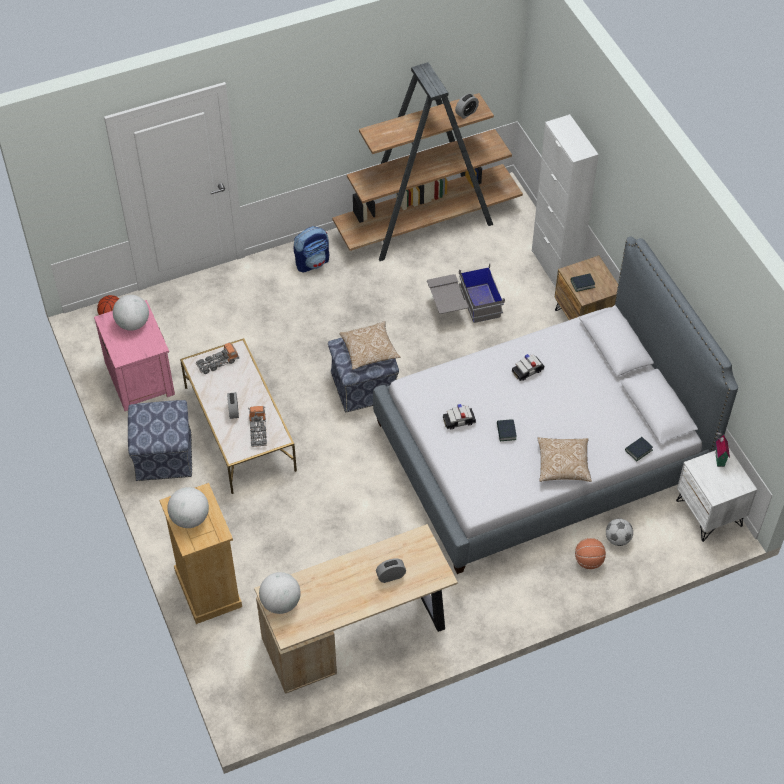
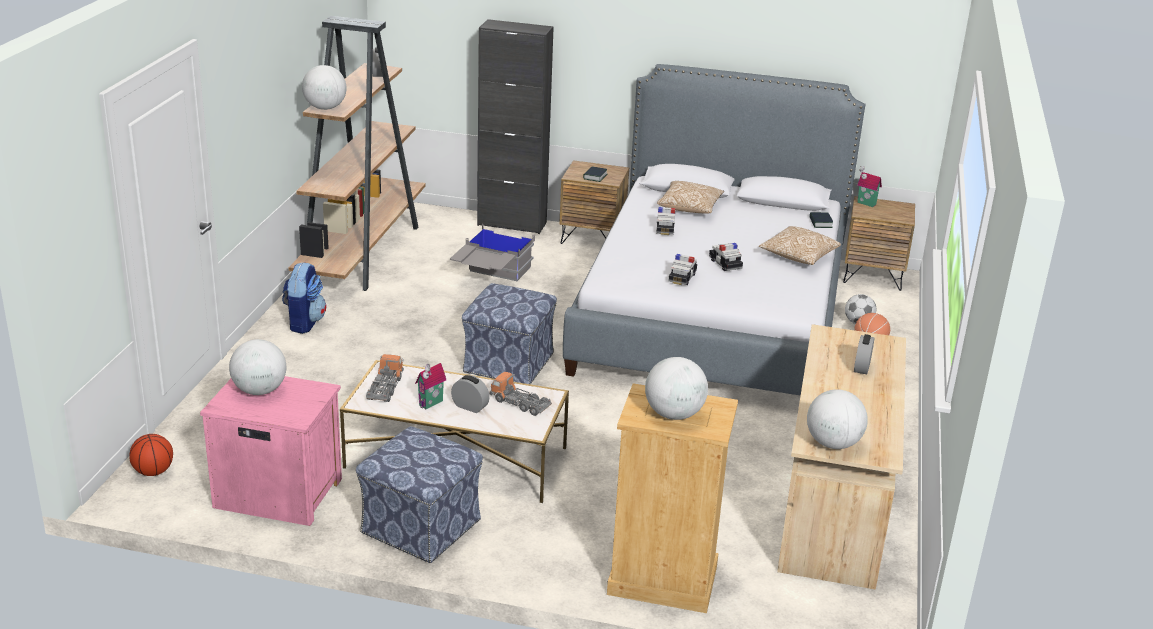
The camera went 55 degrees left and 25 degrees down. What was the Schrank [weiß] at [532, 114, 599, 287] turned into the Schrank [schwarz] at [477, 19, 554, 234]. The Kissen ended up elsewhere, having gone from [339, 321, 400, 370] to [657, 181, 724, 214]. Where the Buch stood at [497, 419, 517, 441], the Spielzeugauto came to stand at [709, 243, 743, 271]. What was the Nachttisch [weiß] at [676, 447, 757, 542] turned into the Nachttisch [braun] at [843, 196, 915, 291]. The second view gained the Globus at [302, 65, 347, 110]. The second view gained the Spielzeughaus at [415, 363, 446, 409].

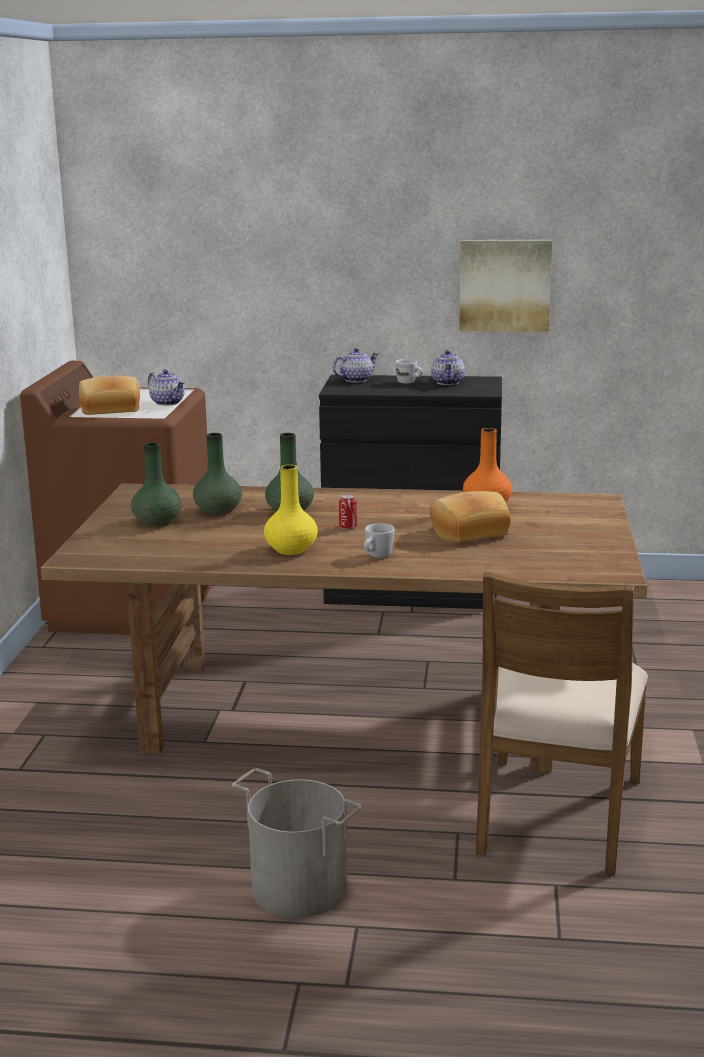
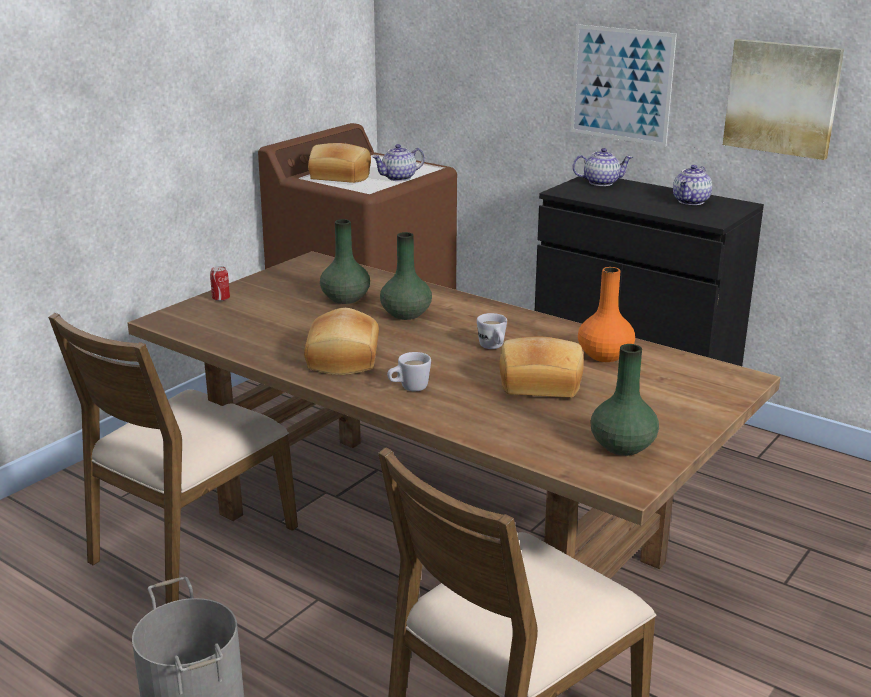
The camera went 30 degrees right and 5 degrees up. The Henkelbecher [weiß] ended up elsewhere, having gone from [395, 359, 423, 384] to [477, 313, 507, 349]. The Teekanne at [148, 369, 185, 406] ended up facing another way, 75 degrees clockwise from before. The Vase [grün] ended up elsewhere, having gone from [131, 442, 182, 527] to [590, 344, 659, 456]. Where the Vase [gelb] stood at [264, 465, 318, 555], the Brot came to stand at [304, 308, 379, 375]. The Dose ended up elsewhere, having gone from [339, 494, 357, 530] to [210, 266, 230, 301]. The second view gained the Bild at [571, 24, 677, 147]. The second view gained the Stuhl [braun] at [48, 313, 298, 604].

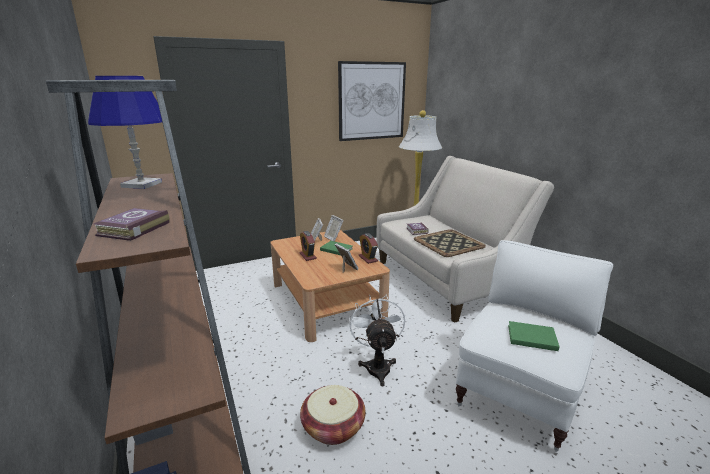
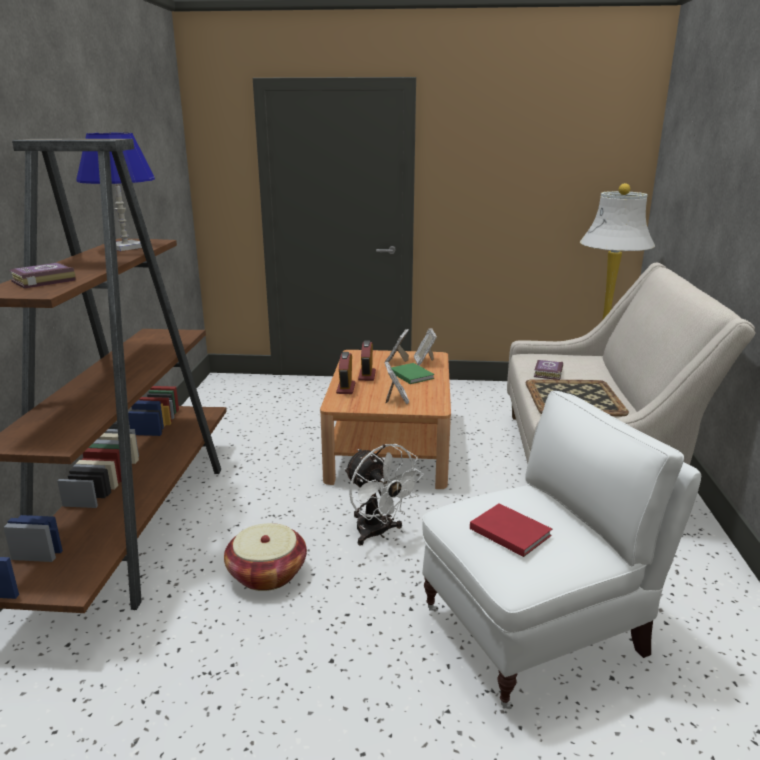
The camera went 30 degrees right and 0 degrees up. The second view lost the Bild at [338, 61, 406, 141]. The Wecker ended up elsewhere, having gone from [359, 233, 378, 264] to [336, 352, 356, 394]. The Ventilator [weiß] at [349, 294, 405, 387] ended up facing another way, 120 degrees clockwise from before. What was the Buch [grün] at [508, 321, 560, 351] turned into the Buch [rot] at [470, 503, 552, 557].

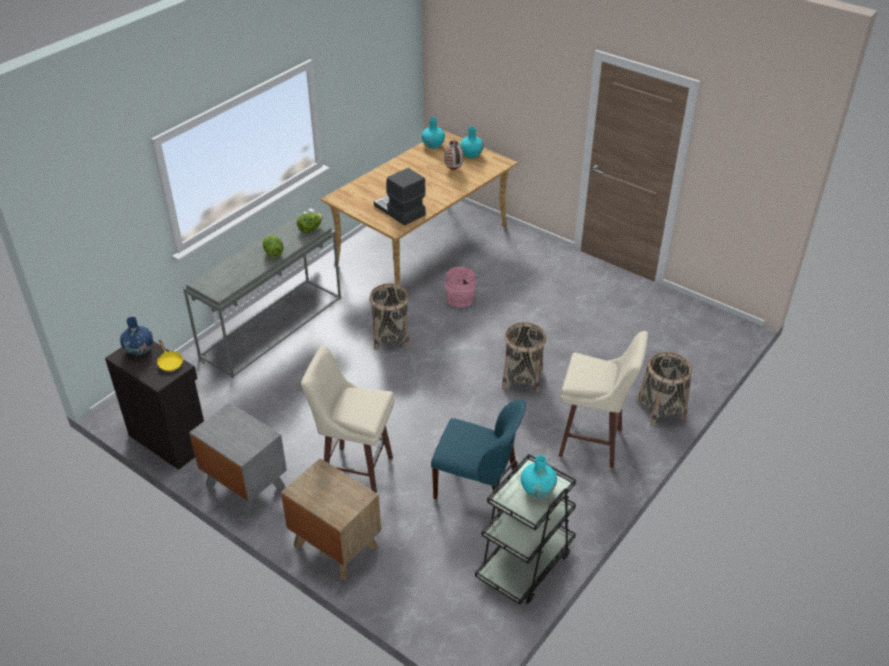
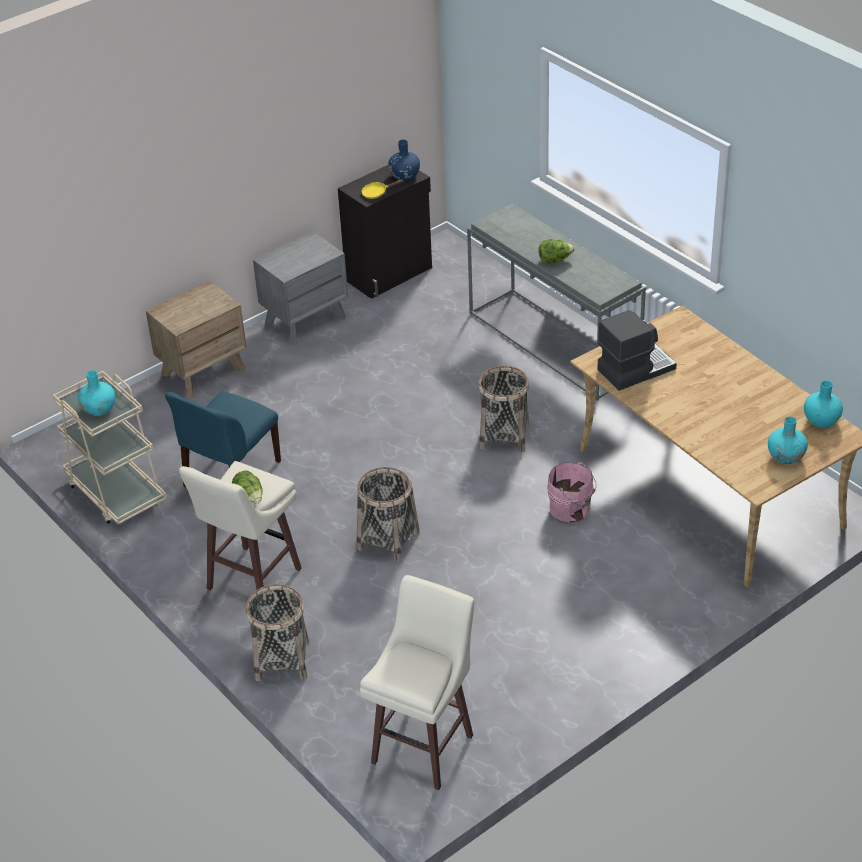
The camera went 105 degrees right and 0 degrees up. The second view lost the Vase at [444, 140, 464, 170]. The Salatkopf ended up elsewhere, having gone from [297, 213, 323, 233] to [232, 470, 263, 504]. The Hocker [beige] ended up elsewhere, having gone from [301, 345, 394, 493] to [360, 575, 474, 790]. What was the Rollwagen [schwarz] at [475, 454, 576, 605] turned into the Rollwagen [beige] at [53, 371, 167, 524].

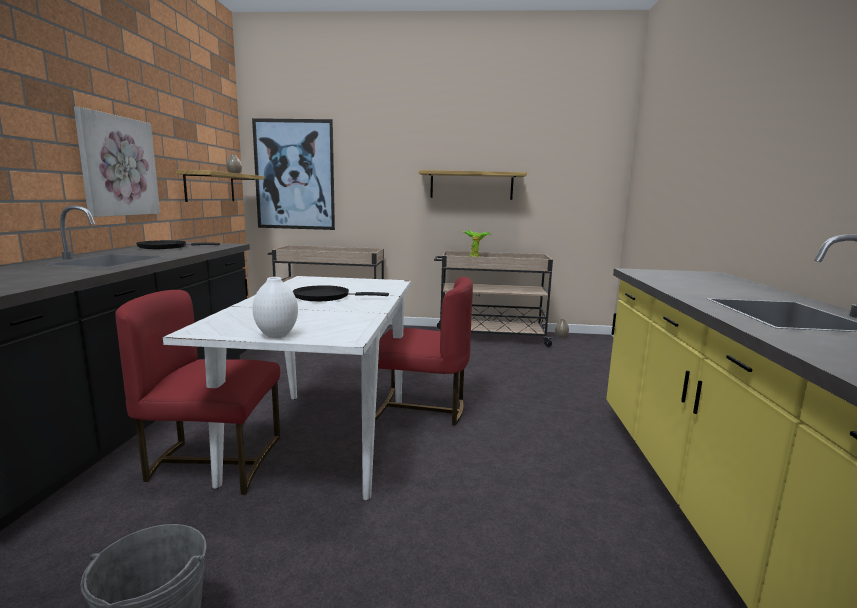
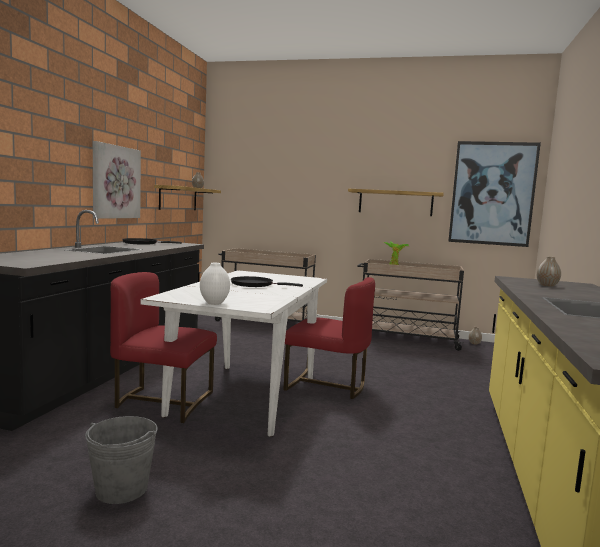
The camera went 10 degrees right and 5 degrees down. The Bild ended up elsewhere, having gone from [252, 118, 335, 230] to [448, 141, 541, 247]. The second view gained the Vase at [537, 256, 561, 287].

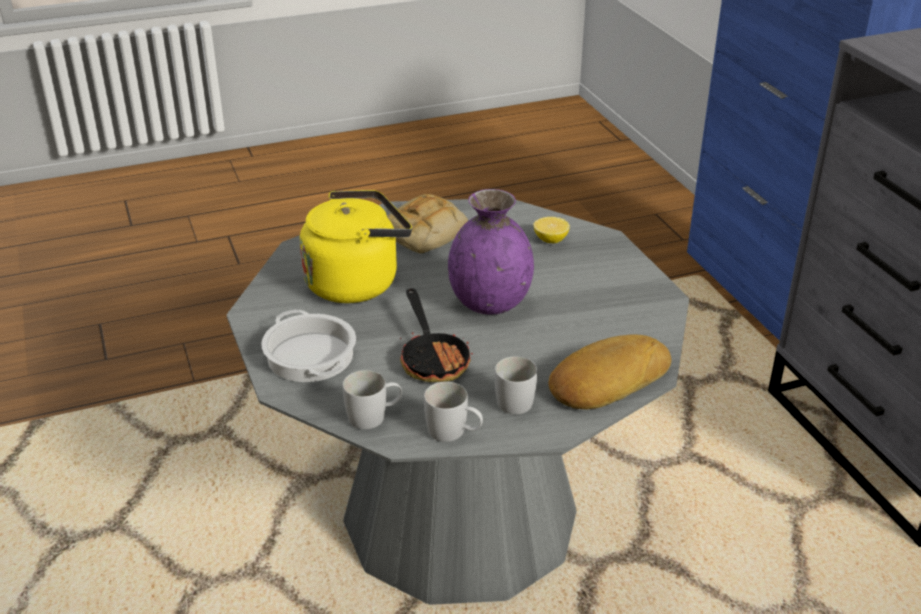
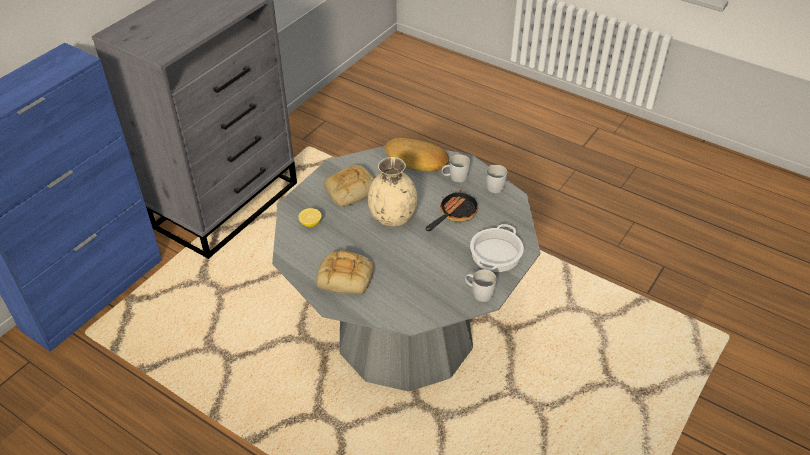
The camera went 125 degrees left and 10 degrees up. What was the Vase [lila] at [448, 189, 534, 314] turned into the Vase [beige] at [368, 157, 418, 227]. The second view lost the Wasserkessel [gelb] at [300, 190, 412, 303]. The Henkelbecher [weiß] ended up elsewhere, having gone from [343, 370, 402, 429] to [465, 270, 497, 302]. The second view gained the Brot at [324, 165, 374, 207].

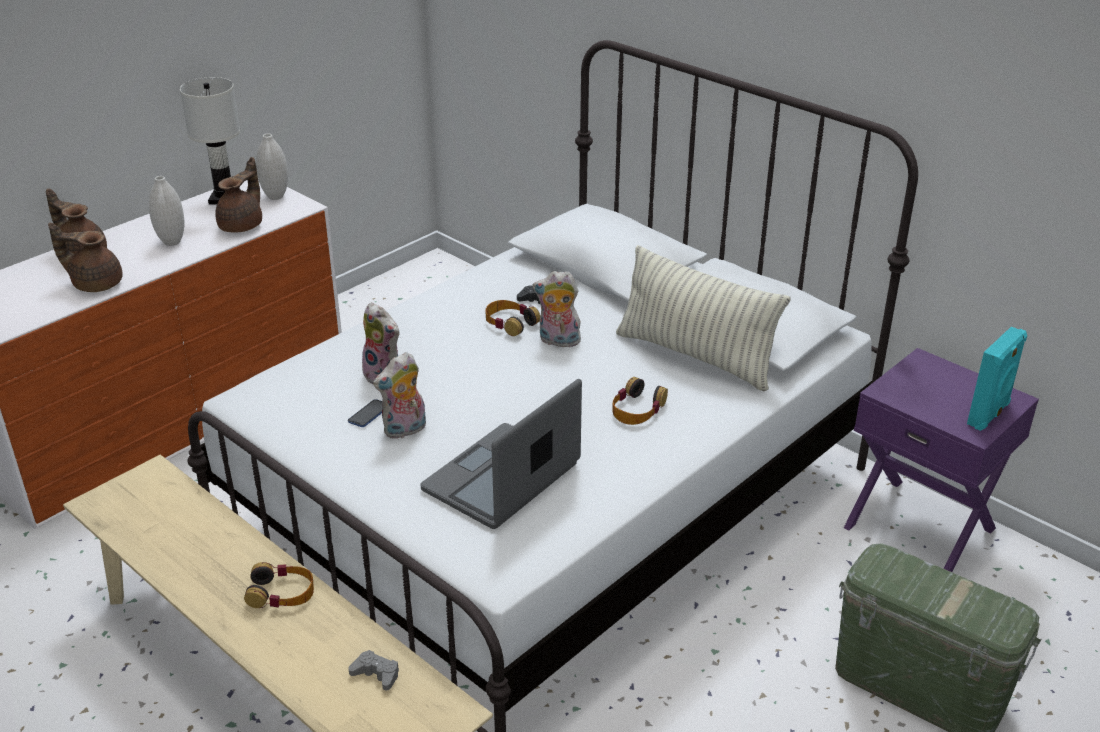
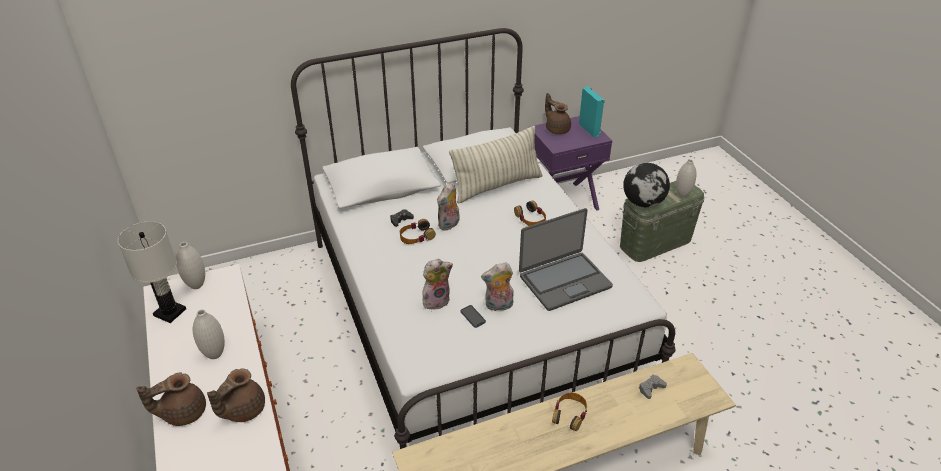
The camera went 65 degrees left and 5 degrees up. The Teekanne [braun] ended up elsewhere, having gone from [215, 157, 262, 232] to [545, 93, 571, 134]. The Plüschtier at [373, 352, 426, 439] ended up facing another way, 90 degrees clockwise from before. The Laptop at [420, 379, 582, 529] ended up facing another way, 90 degrees counterclockwise from before. The second view gained the Vase [weiß] at [676, 159, 697, 197]. The second view gained the Globus at [623, 163, 670, 207].

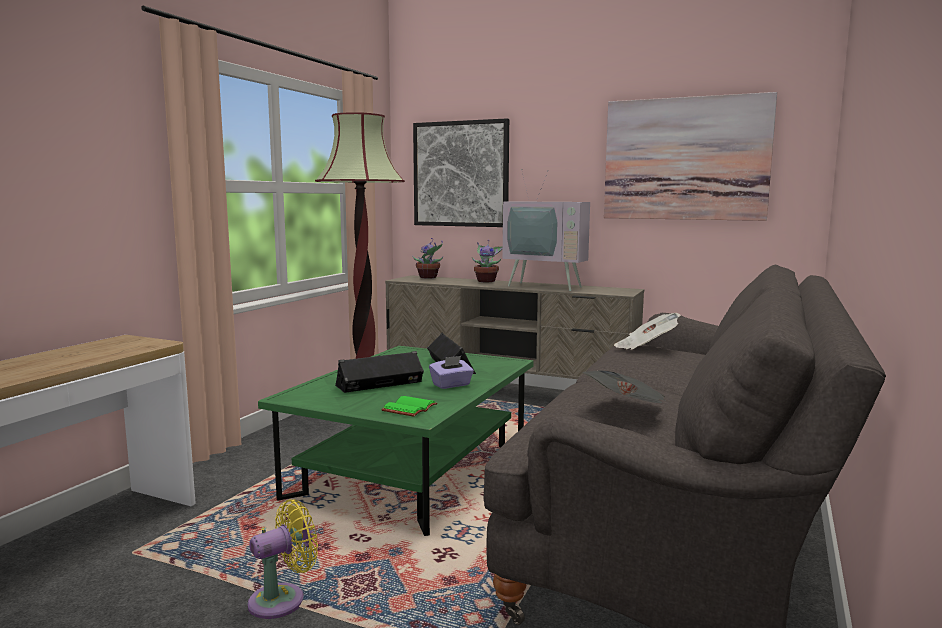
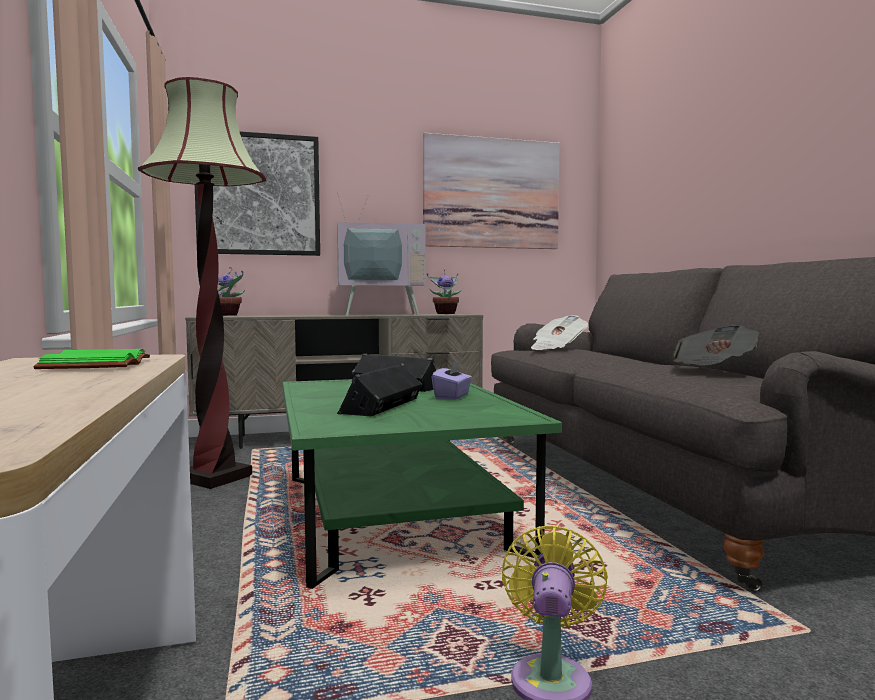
The camera went 40 degrees left and 5 degrees down. The Topfpflanze ended up elsewhere, having gone from [472, 240, 503, 282] to [427, 270, 462, 314]. The Buch [grün] ended up elsewhere, having gone from [381, 396, 438, 417] to [33, 349, 150, 369].

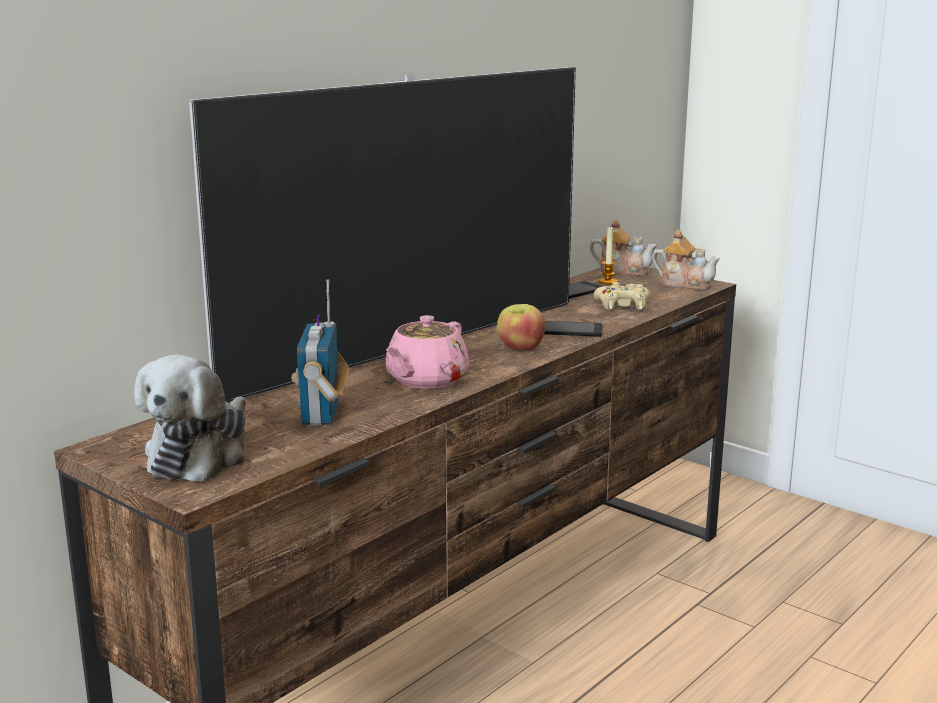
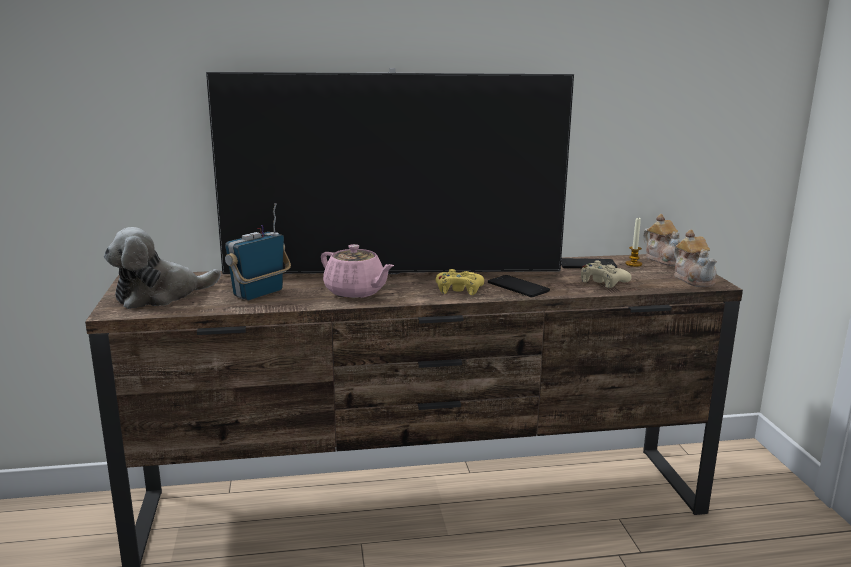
The camera went 40 degrees right and 0 degrees up. Where the Apfel stood at [497, 304, 545, 350], the Gamepad [gelb] came to stand at [436, 269, 484, 295]. The Teekanne [rosa] at [386, 315, 470, 389] ended up facing another way, 120 degrees counterclockwise from before.

